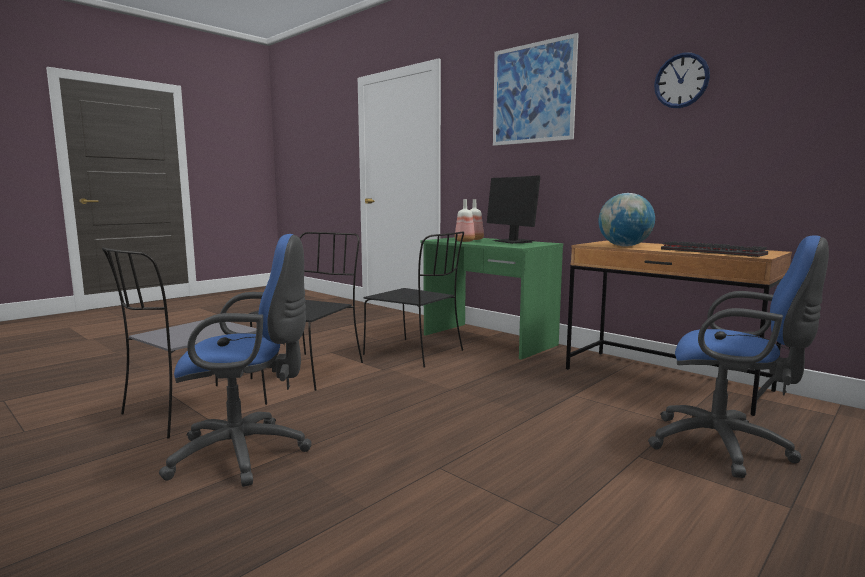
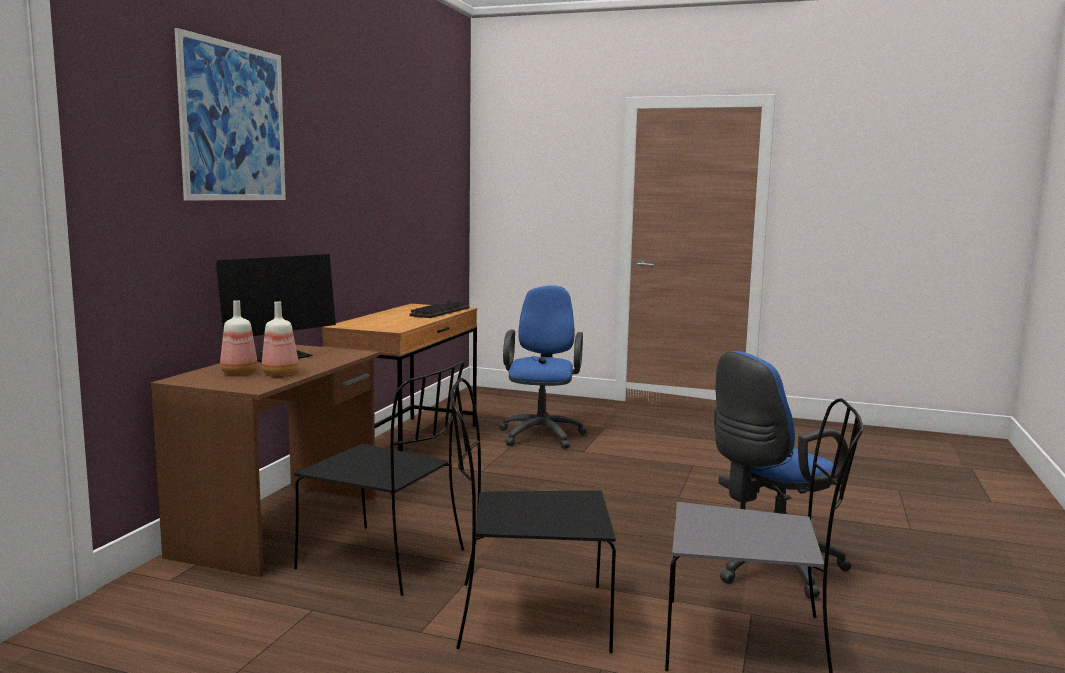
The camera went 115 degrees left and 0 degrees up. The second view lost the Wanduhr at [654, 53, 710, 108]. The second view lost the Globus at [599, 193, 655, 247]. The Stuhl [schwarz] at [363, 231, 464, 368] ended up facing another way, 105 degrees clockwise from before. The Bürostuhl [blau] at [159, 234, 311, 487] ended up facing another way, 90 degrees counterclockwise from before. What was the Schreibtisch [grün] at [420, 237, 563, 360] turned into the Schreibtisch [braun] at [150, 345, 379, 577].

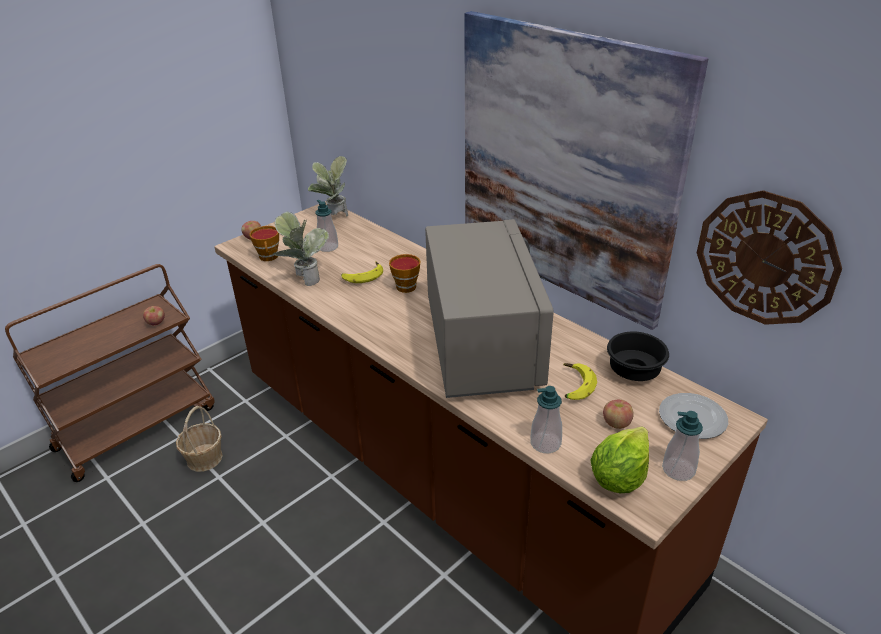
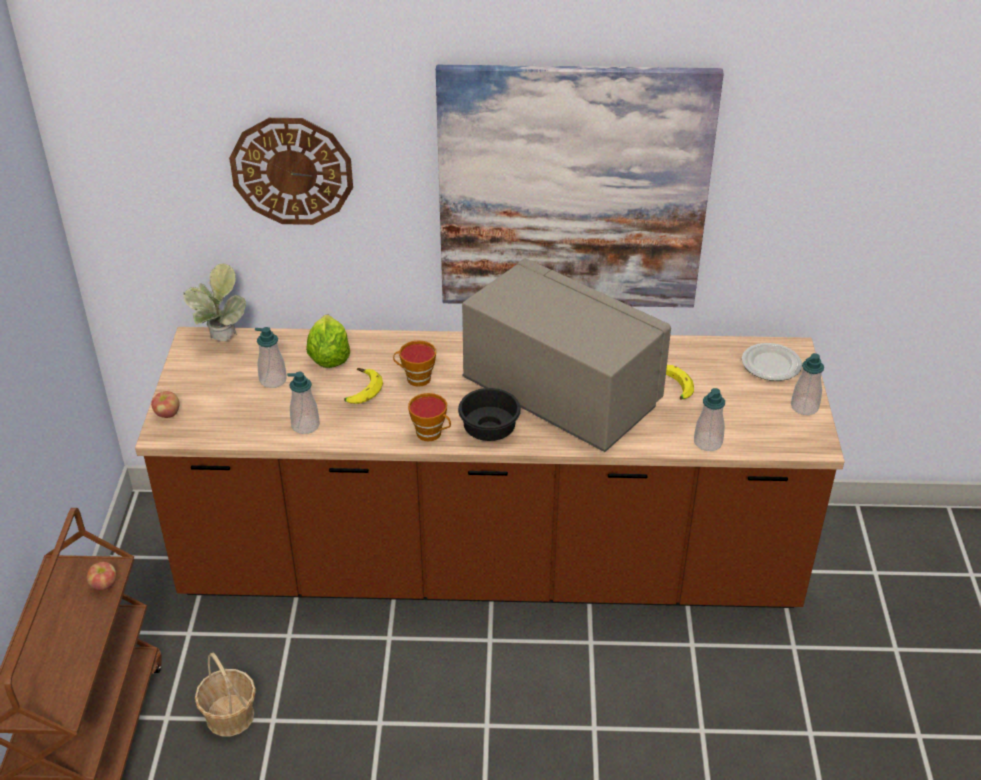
The camera went 45 degrees left and 5 degrees up. The Wanduhr ended up elsewhere, having gone from [697, 190, 842, 325] to [229, 118, 353, 225]. Where the Topfpflanze stood at [272, 212, 329, 286], the Seifenspender came to stand at [287, 372, 320, 434]. The Tasse ended up elsewhere, having gone from [250, 226, 279, 261] to [408, 393, 451, 442]. The Schüssel [schwarz] ended up elsewhere, having gone from [607, 331, 669, 381] to [458, 388, 521, 441]. The second view lost the Apfel at [603, 400, 634, 429]. The Salatkopf ended up elsewhere, having gone from [590, 426, 649, 493] to [306, 315, 350, 368].

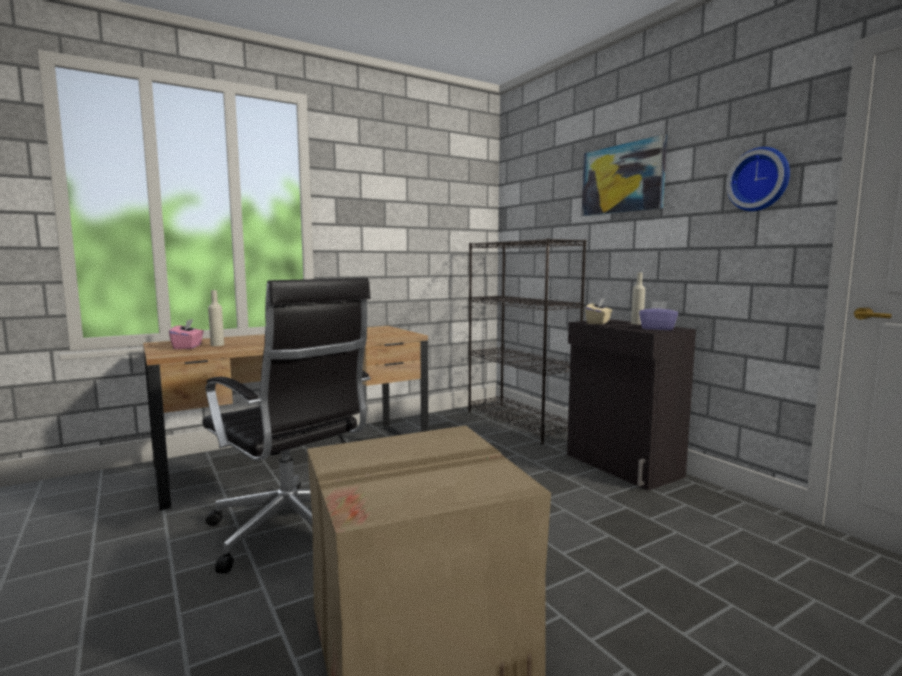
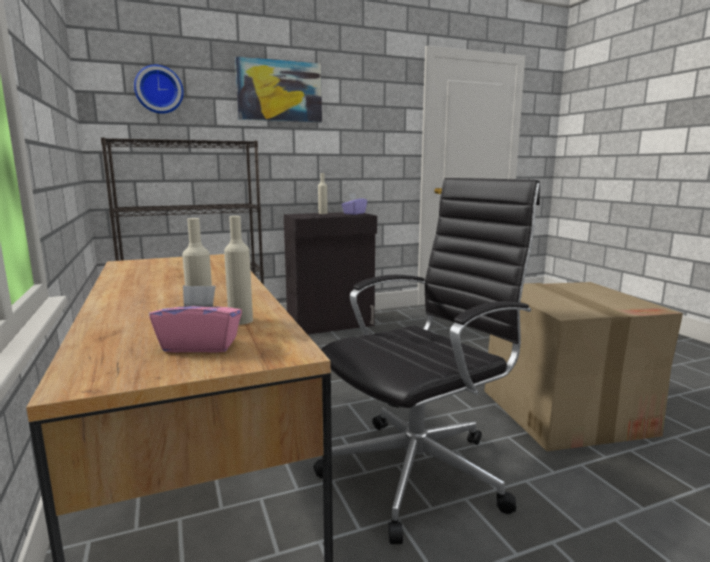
The camera went 80 degrees left and 5 degrees up. The Wanduhr ended up elsewhere, having gone from [726, 147, 790, 211] to [134, 65, 184, 114]. The second view lost the Taschentuchbox [beige] at [585, 298, 612, 324]. The second view gained the Flasche [beige] at [224, 216, 253, 325].

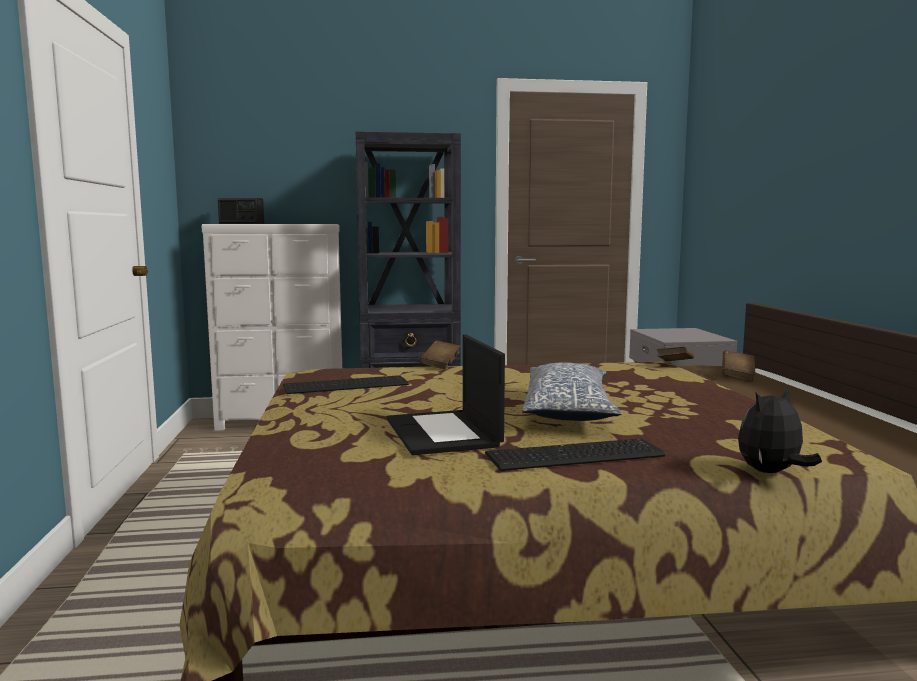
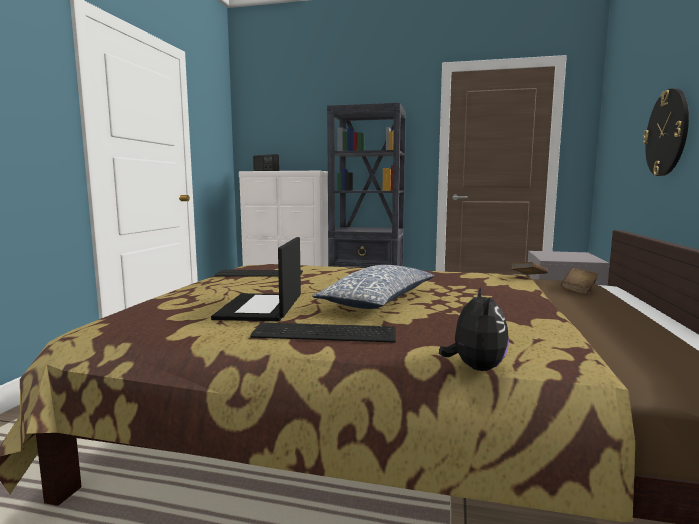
The camera went 20 degrees right and 0 degrees up. The second view lost the Buch [braun] at [420, 340, 460, 369]. The Plüschtier at [738, 387, 822, 473] ended up facing another way, 105 degrees clockwise from before. The second view gained the Wanduhr at [643, 88, 689, 176].

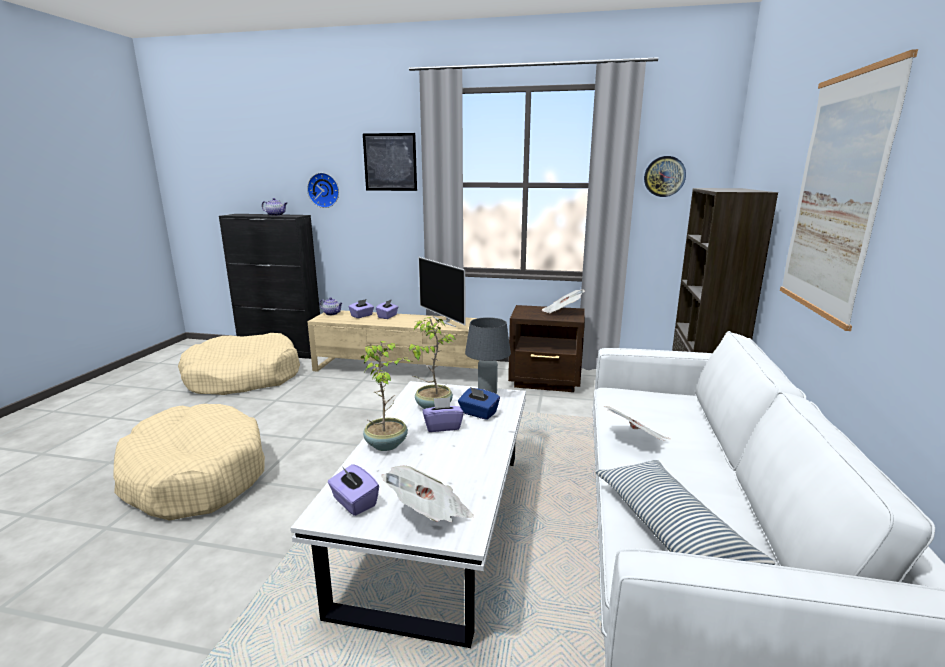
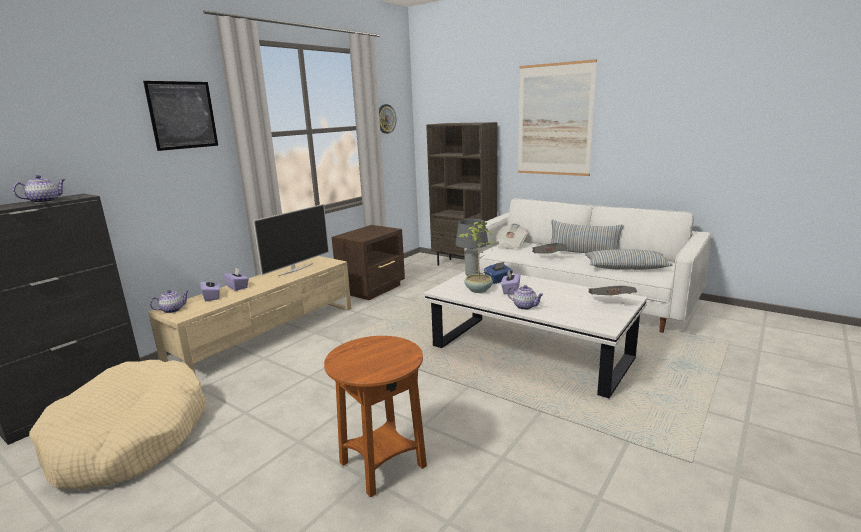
The camera went 65 degrees left and 0 degrees up. The second view lost the Wanduhr at [307, 173, 339, 208]. The Fernseher at [418, 257, 466, 327] ended up facing another way, 45 degrees counterclockwise from before. The Zeitung ended up elsewhere, having gone from [542, 289, 585, 314] to [496, 223, 528, 250]. Where the Topfpflanze stood at [361, 341, 411, 451], the Teekanne came to stand at [507, 285, 544, 310]. Where the Hundebett [beige] stood at [113, 404, 265, 521], the Beistelltisch [braun] came to stand at [324, 336, 427, 498]. The second view lost the Taschentuchbox [lila] at [328, 464, 379, 516]. The second view gained the Kissen at [551, 220, 624, 253].

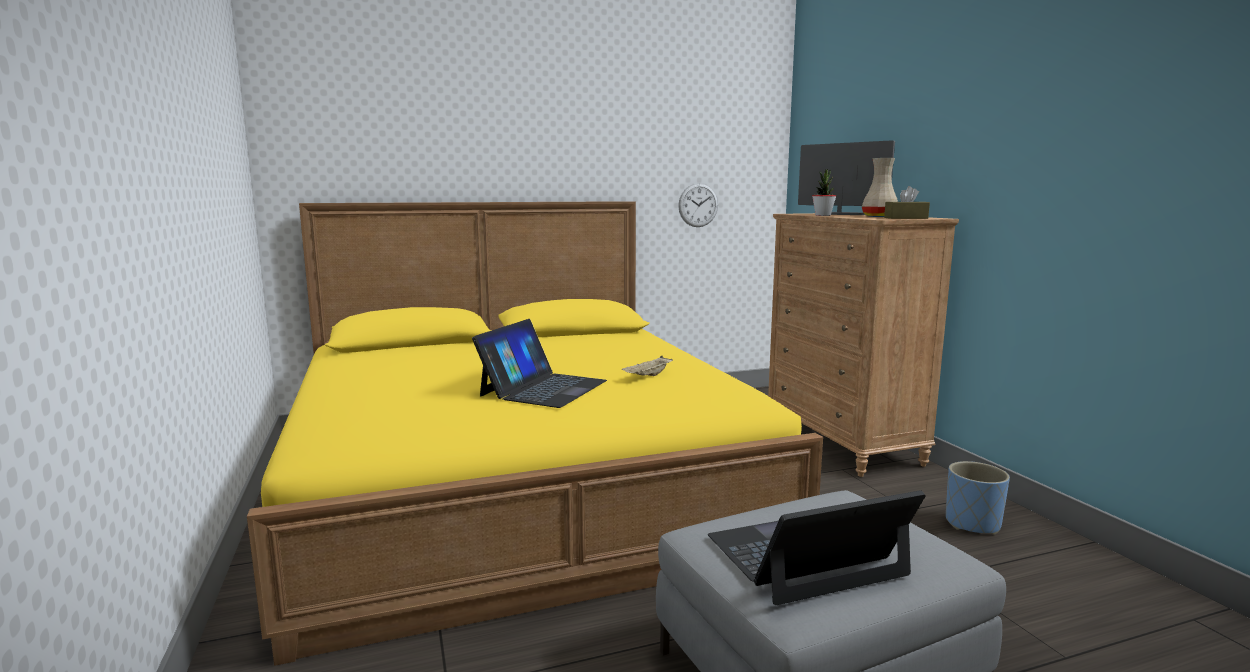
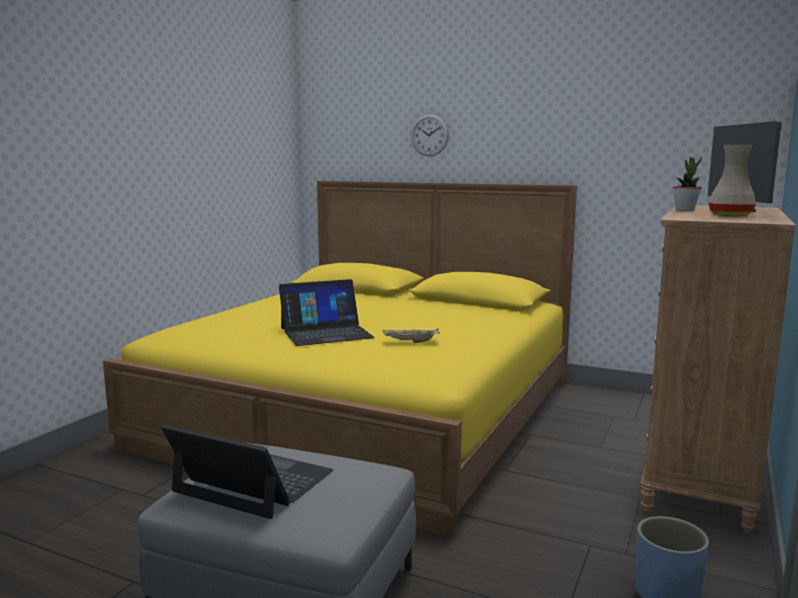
The camera went 45 degrees right and 0 degrees up. The Wanduhr ended up elsewhere, having gone from [678, 183, 718, 227] to [411, 114, 449, 157]. The second view lost the Taschentuchbox [braun] at [884, 186, 930, 219].

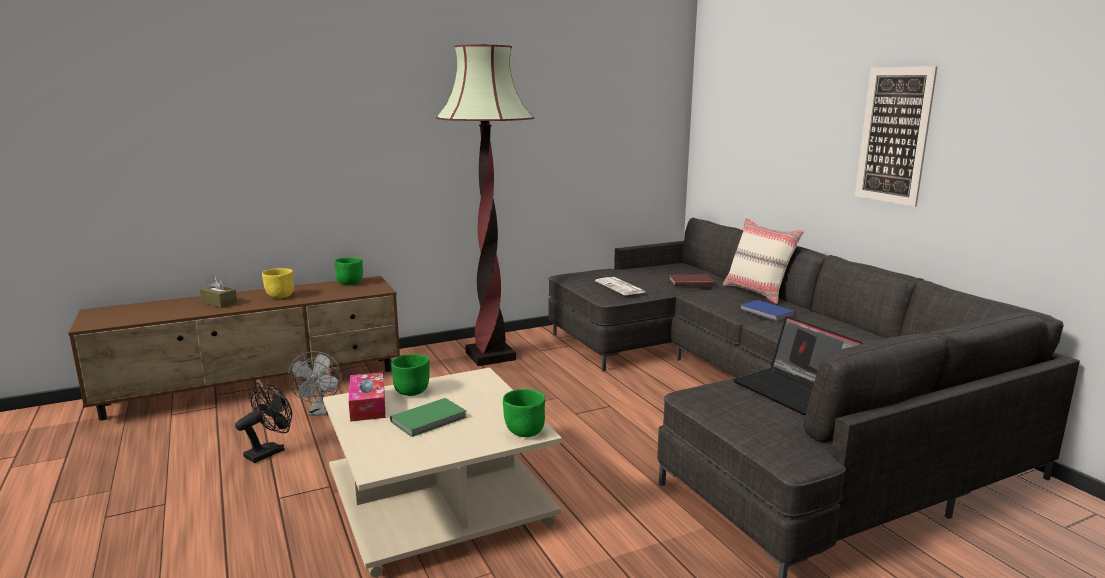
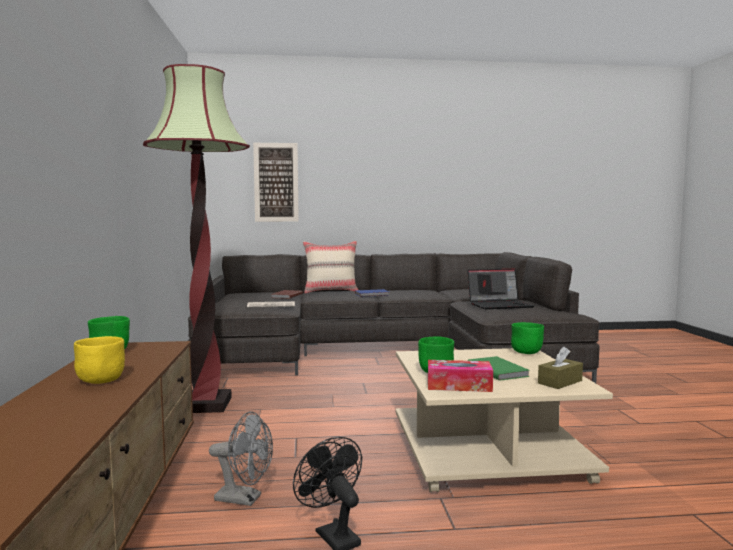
The camera went 70 degrees left and 10 degrees down. The Bild ended up elsewhere, having gone from [855, 66, 938, 207] to [253, 143, 299, 222]. The Taschentuchbox [braun] ended up elsewhere, having gone from [199, 276, 237, 308] to [538, 346, 583, 389].

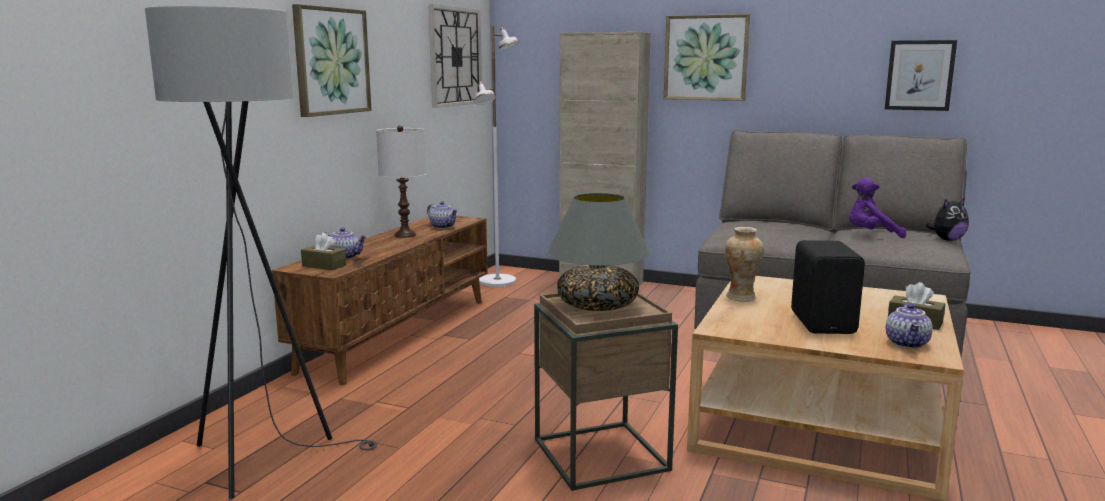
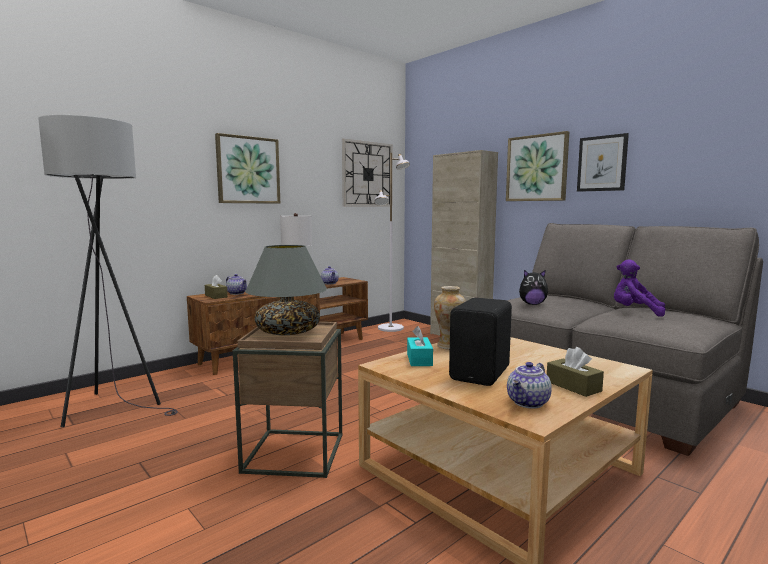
The camera went 25 degrees right and 5 degrees down. The Bild ended up elsewhere, having gone from [885, 40, 957, 111] to [577, 133, 629, 192]. The Plüschtier ended up elsewhere, having gone from [926, 198, 969, 241] to [519, 270, 548, 305]. The second view gained the Taschentuchbox [türkis] at [407, 326, 433, 366].

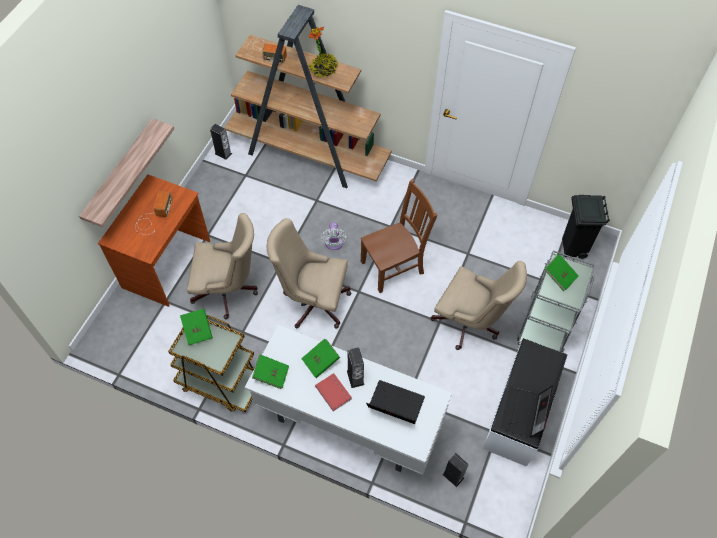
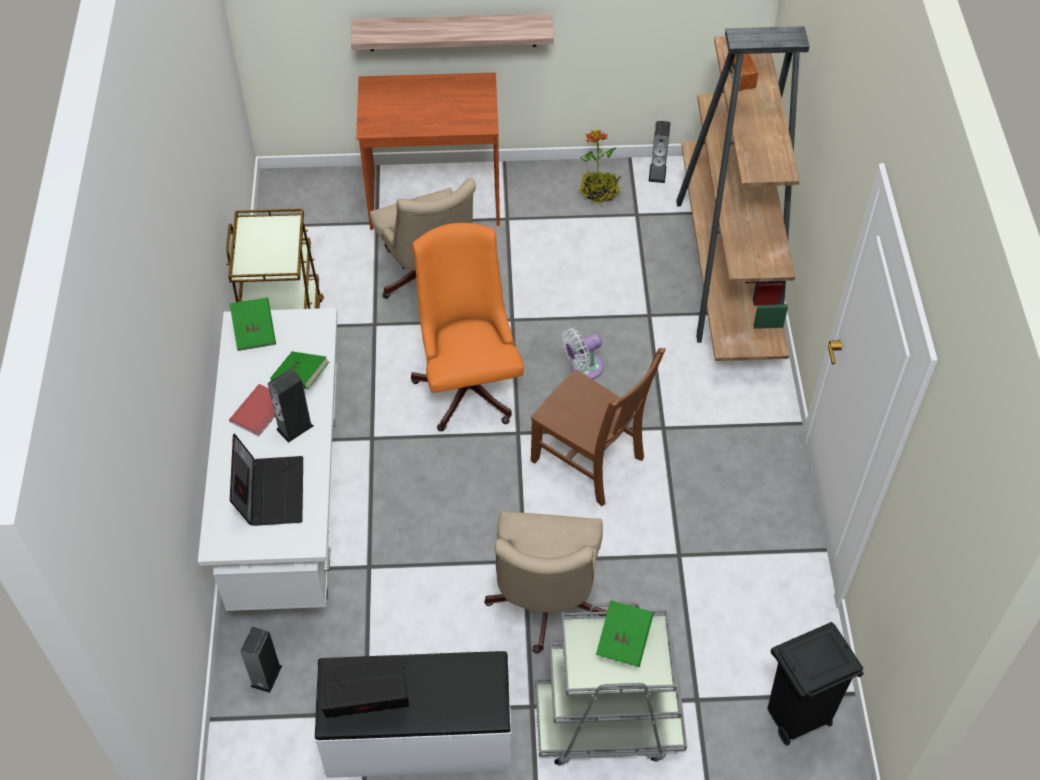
The camera went 65 degrees right and 5 degrees down. The Topfpflanze ended up elsewhere, having gone from [308, 26, 338, 78] to [578, 129, 621, 204]. The second view lost the Radio at [135, 191, 172, 235]. What was the Bürostuhl [beige] at [267, 218, 351, 329] turned into the Bürostuhl [orange] at [411, 223, 524, 431]. The second view lost the Buch [grün] at [180, 309, 213, 345].

